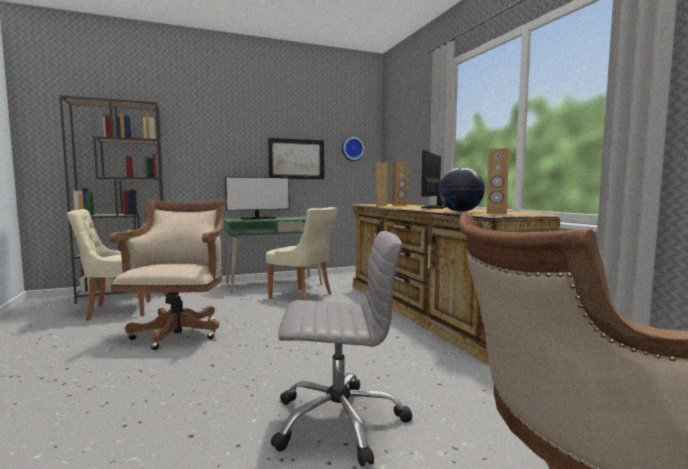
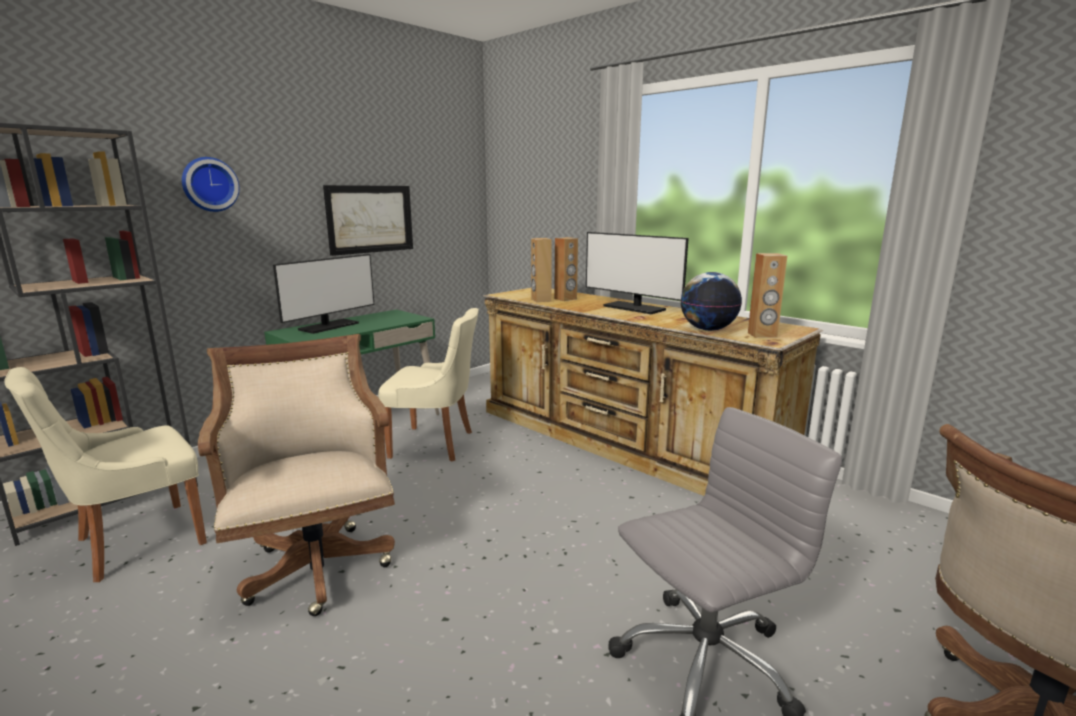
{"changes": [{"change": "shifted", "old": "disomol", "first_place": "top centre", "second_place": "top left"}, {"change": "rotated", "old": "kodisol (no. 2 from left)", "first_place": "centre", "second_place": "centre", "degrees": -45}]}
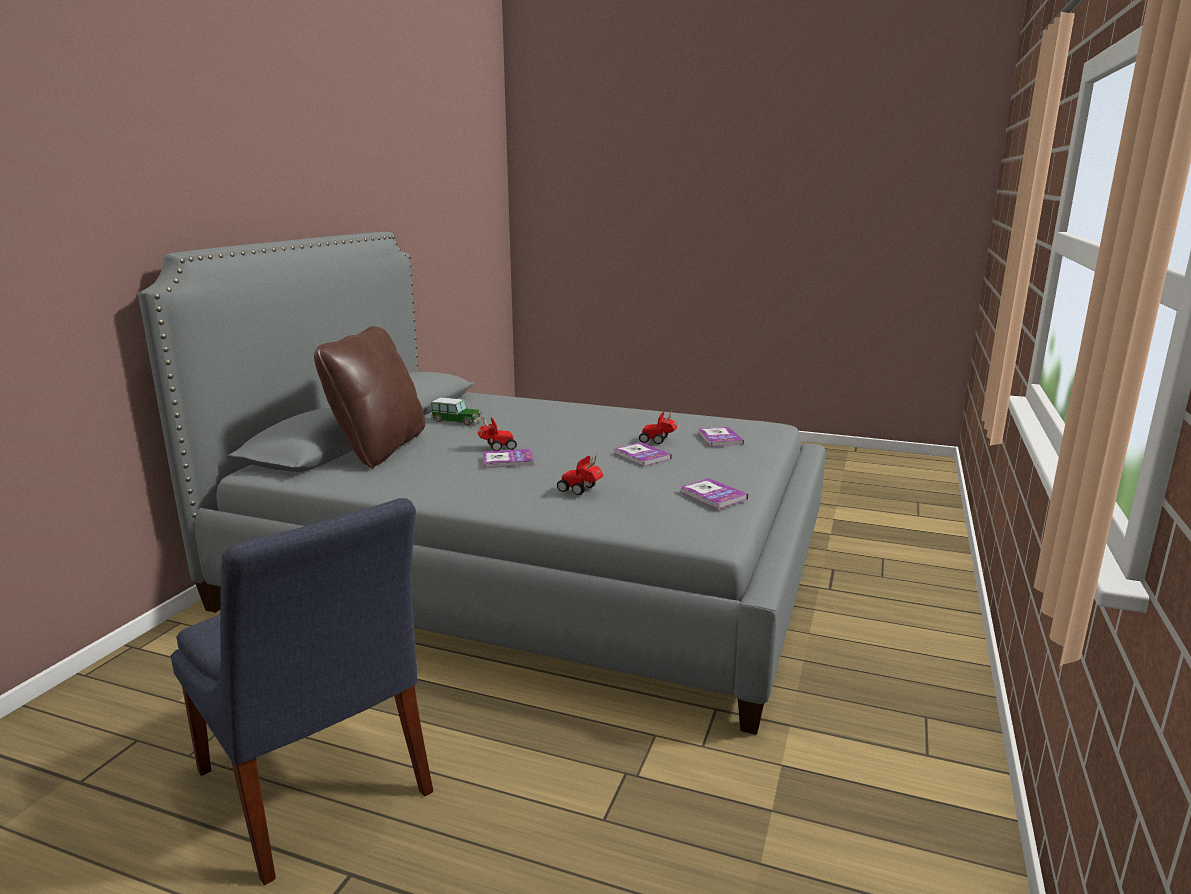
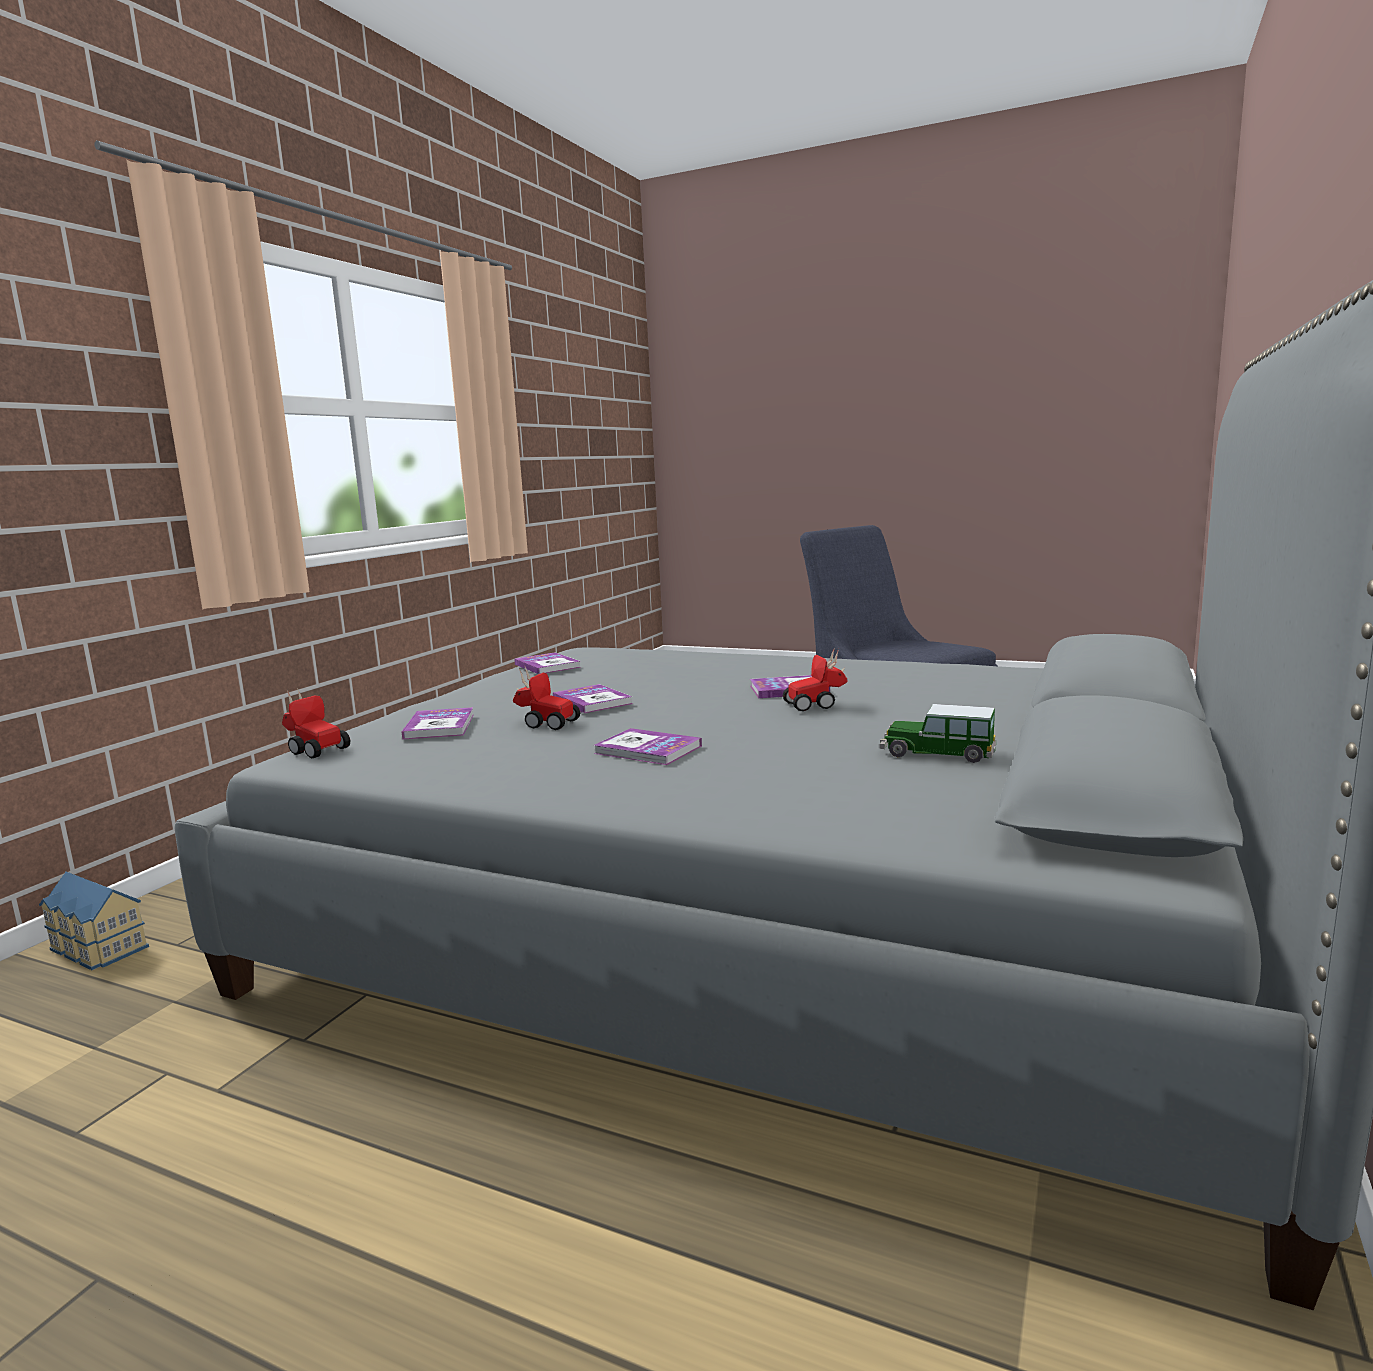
{"changes": [{"change": "gone", "old": "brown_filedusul", "first_place": "middle left"}, {"change": "shifted", "old": "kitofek (no. 3 from left in the first image)", "new": "kitofek (no. 1 from left)", "first_place": "centre", "second_place": "middle left"}, {"change": "new", "new": "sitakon", "second_place": "bottom left"}, {"change": "new", "new": "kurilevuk (no. 4 from left)", "second_place": "centre"}]}
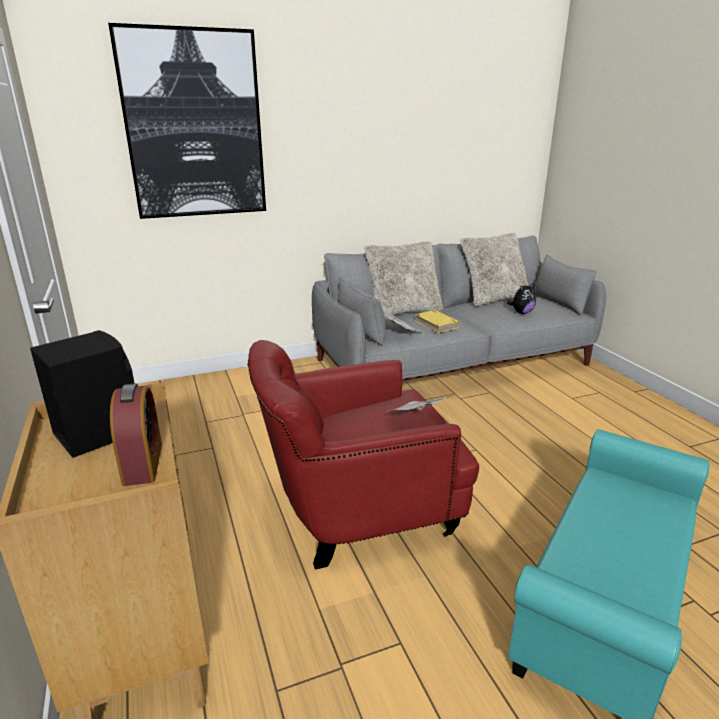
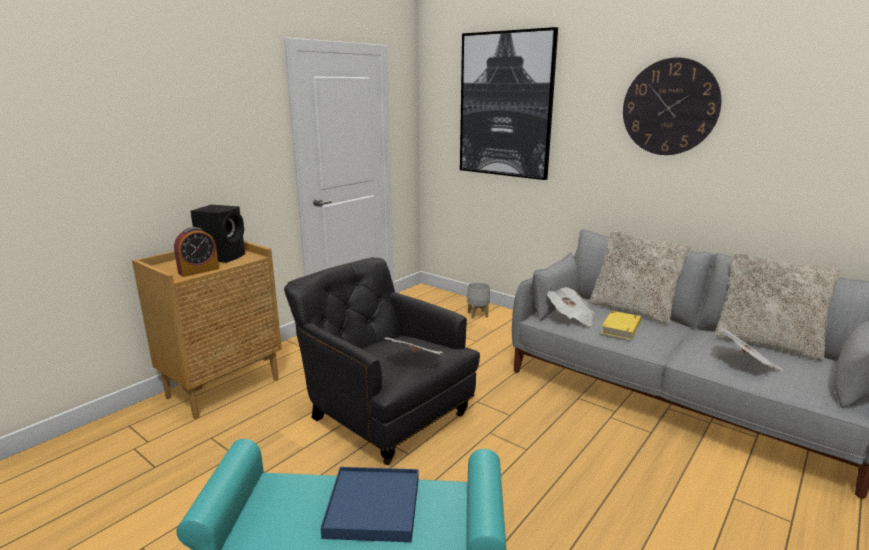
{"changes": [{"change": "repainted", "old": "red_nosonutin", "new": "black_nosonutin", "first_place": "centre", "second_place": "centre"}, {"change": "swapped", "old": "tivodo", "new": "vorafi (no. 3 from left)", "first_place": "middle right", "second_place": "middle right"}, {"change": "new", "new": "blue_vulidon", "second_place": "bottom centre"}, {"change": "new", "new": "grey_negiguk", "second_place": "centre"}, {"change": "new", "new": "disomol", "second_place": "top right"}]}
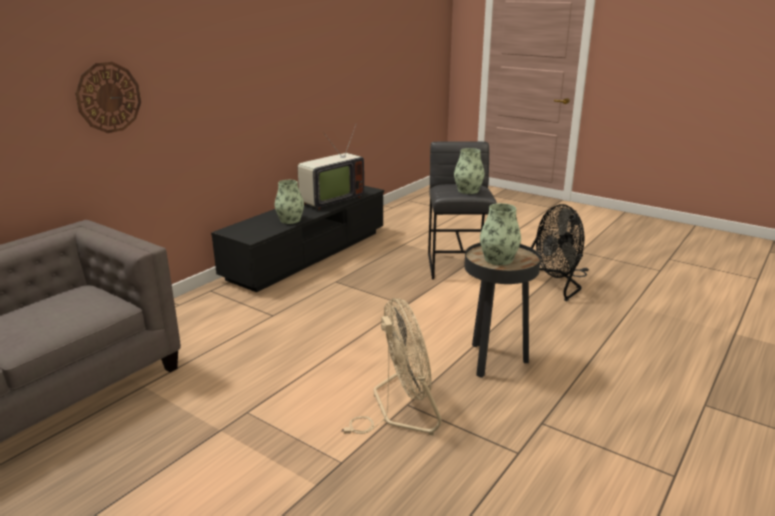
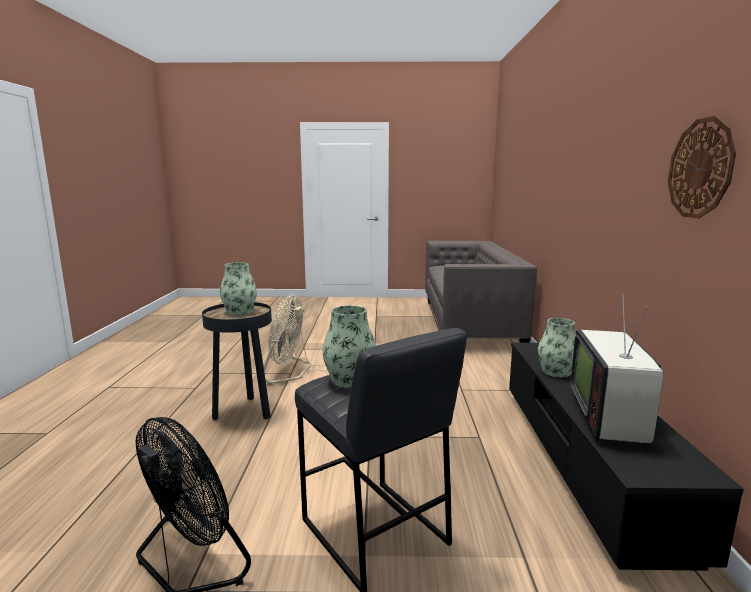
{"changes": [{"change": "shifted", "old": "disomol", "first_place": "top left", "second_place": "top right"}, {"change": "rotated", "old": "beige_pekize", "first_place": "bottom centre", "second_place": "centre", "degrees": 60}]}
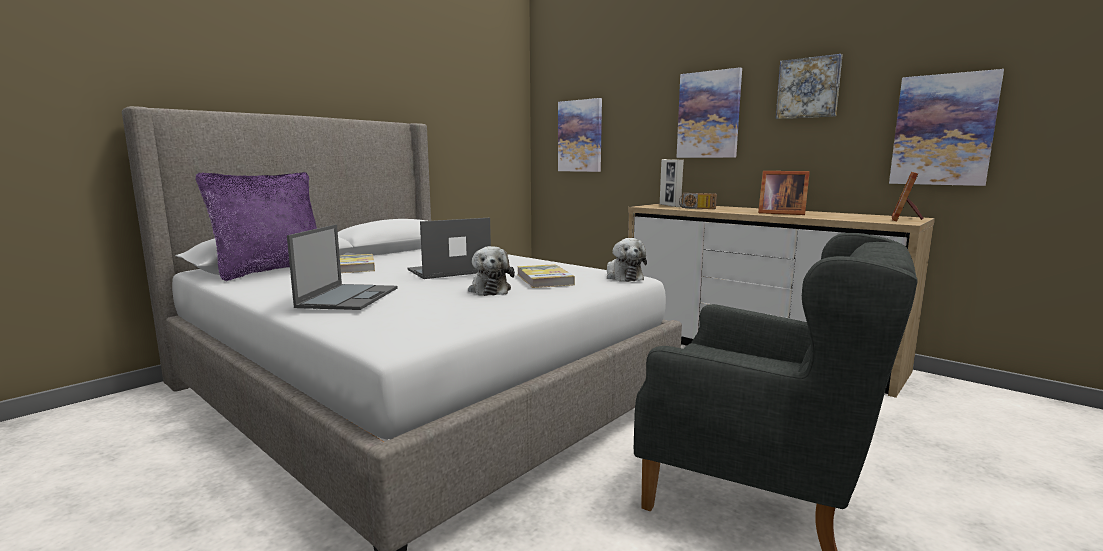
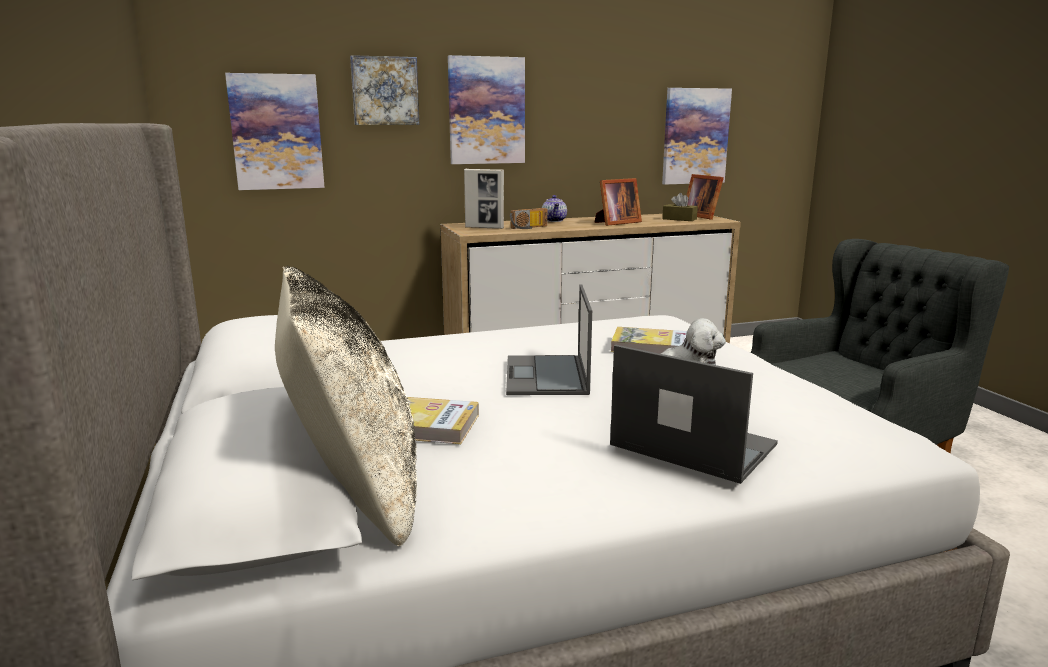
{"changes": [{"change": "repainted", "old": "purple_filedusul", "new": "beige_filedusul", "first_place": "middle left", "second_place": "middle left"}, {"change": "gone", "old": "tivodo (no. 2 from left)", "first_place": "centre"}, {"change": "shifted", "old": "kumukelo (no. 3 from left in the first image)", "new": "kumukelo (no. 2 from left)", "first_place": "top right", "second_place": "top centre"}, {"change": "new", "new": "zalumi", "second_place": "top centre"}, {"change": "new", "new": "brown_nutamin", "second_place": "top centre"}]}
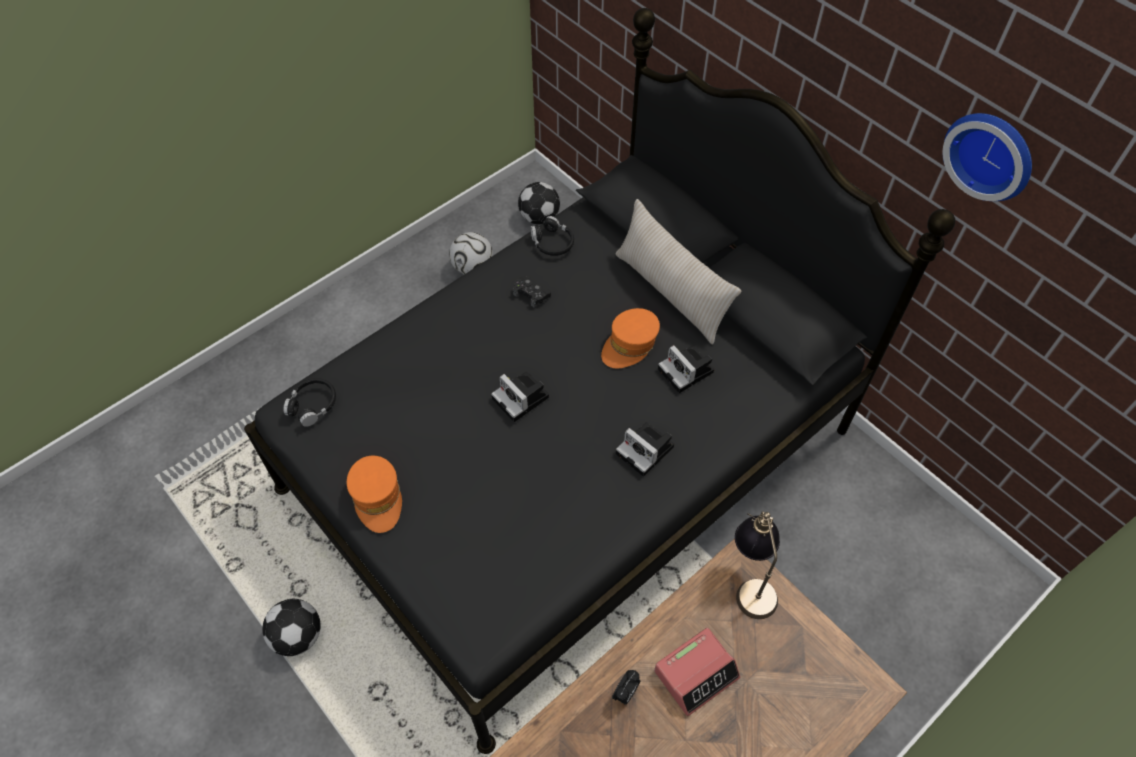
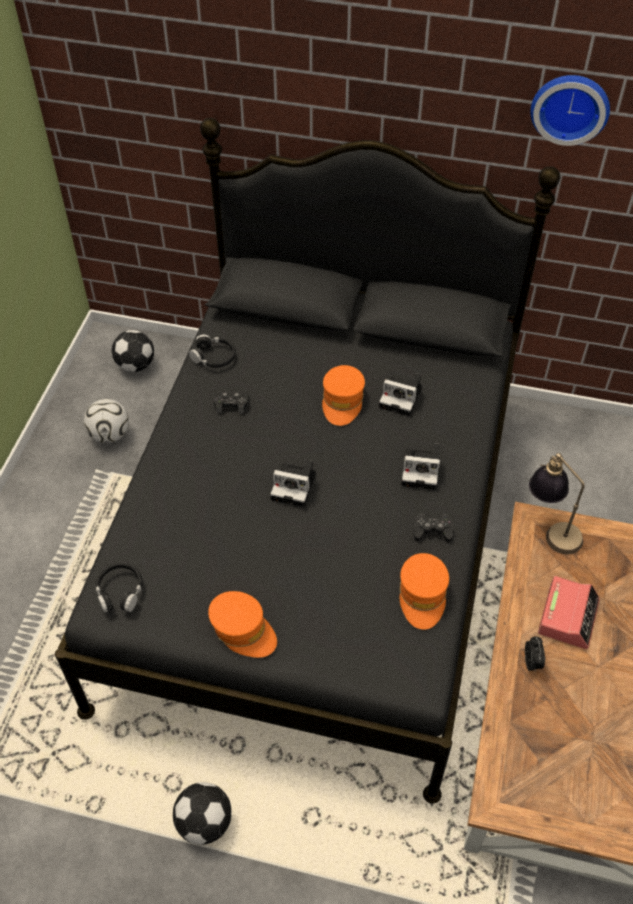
{"changes": [{"change": "gone", "old": "beige_filedusul", "first_place": "centre"}, {"change": "new", "new": "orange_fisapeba (no. 3 from left)", "second_place": "middle right"}, {"change": "new", "new": "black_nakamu (no. 2 from left)", "second_place": "middle right"}]}
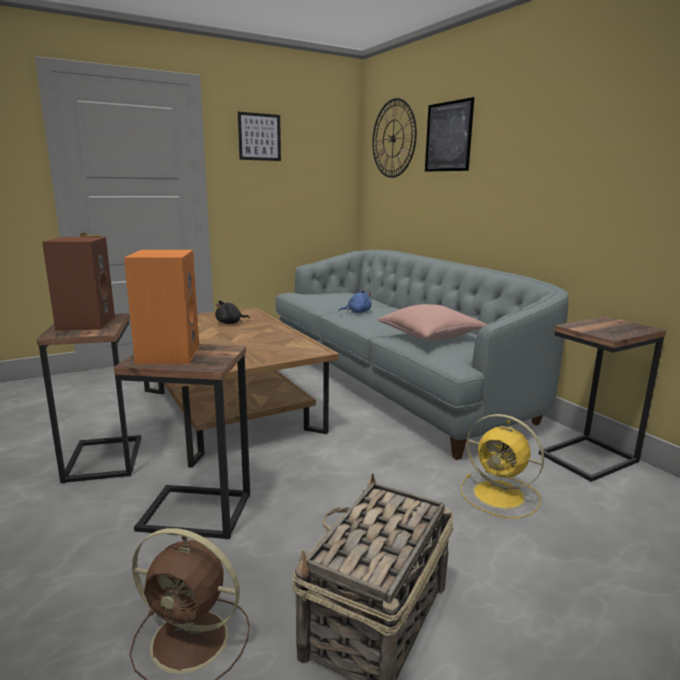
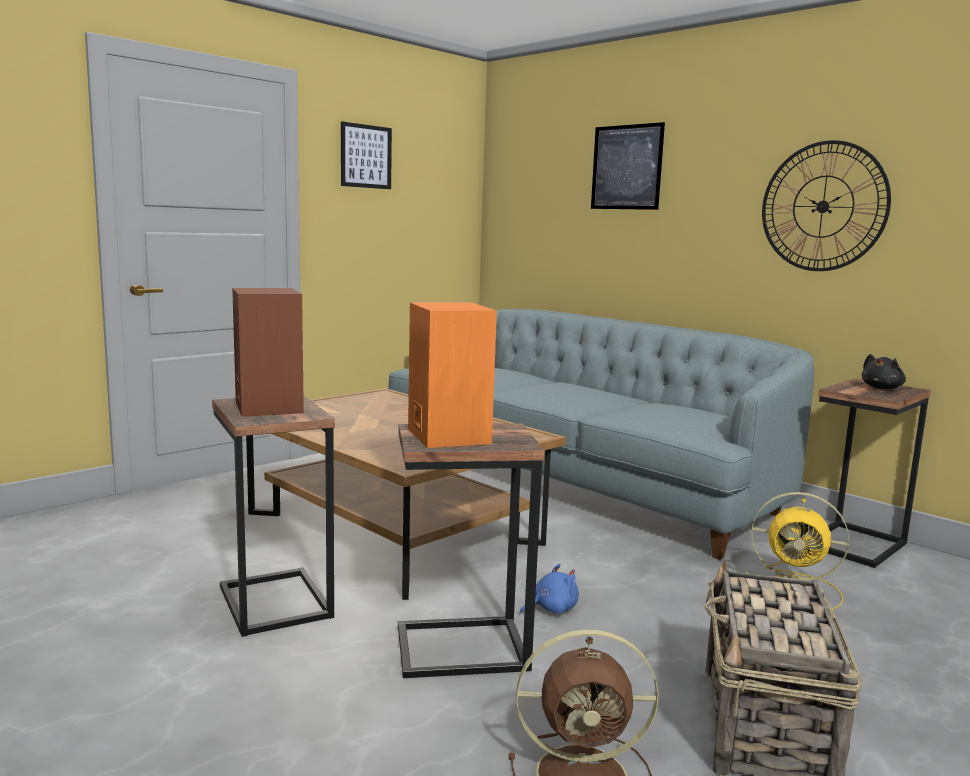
{"changes": [{"change": "shifted", "old": "black_tivodo", "first_place": "centre", "second_place": "middle right"}, {"change": "shifted", "old": "blue_tivodo", "first_place": "centre", "second_place": "bottom centre"}, {"change": "shifted", "old": "disomol", "first_place": "top centre", "second_place": "top right"}, {"change": "gone", "old": "pink_filedusul", "first_place": "centre"}]}
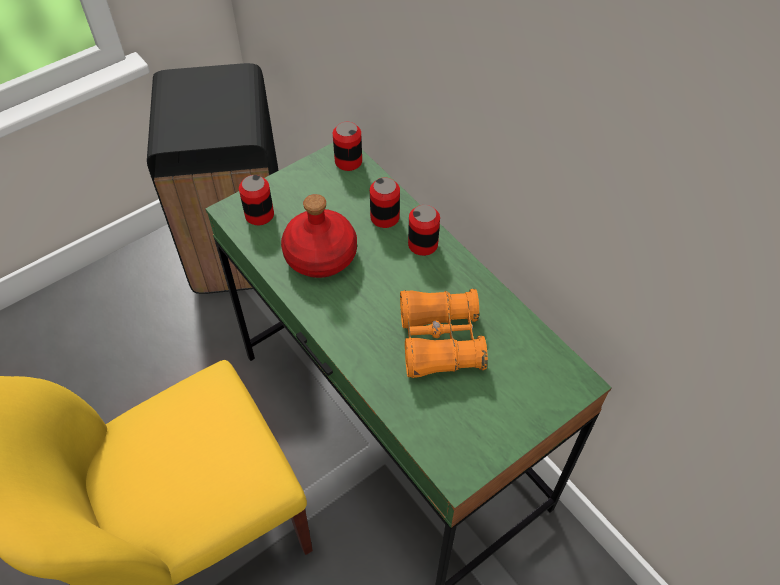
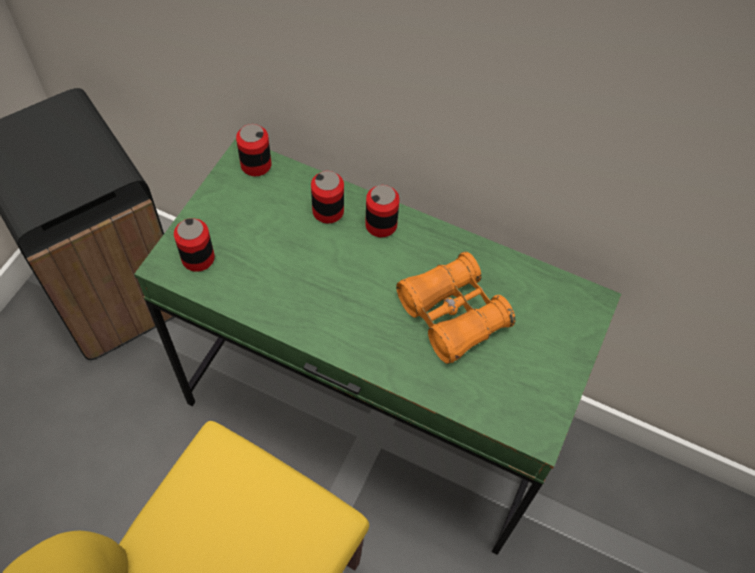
{"changes": [{"change": "gone", "old": "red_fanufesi", "first_place": "centre"}]}
